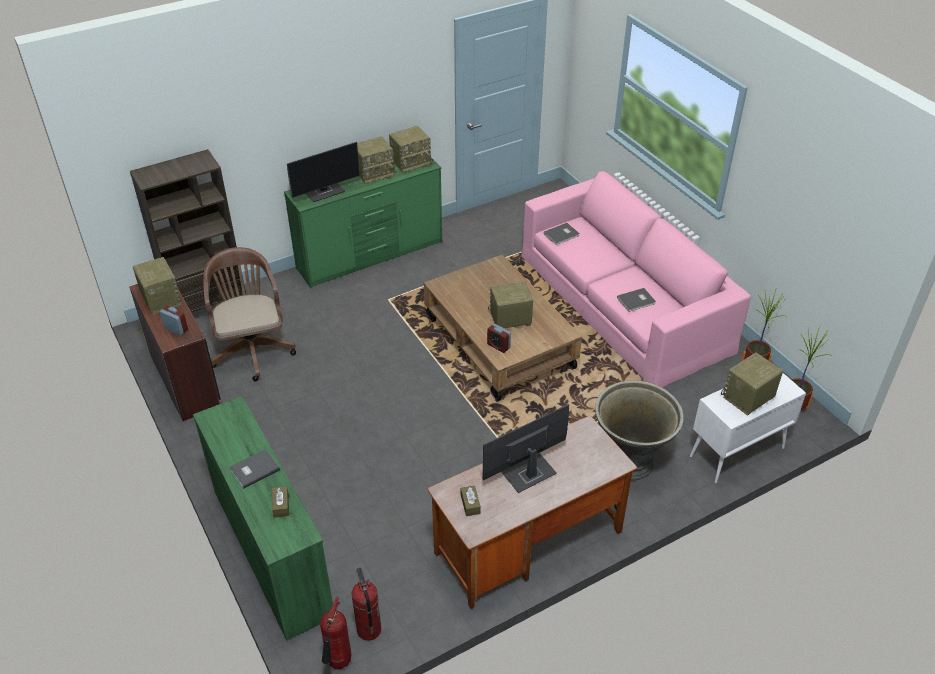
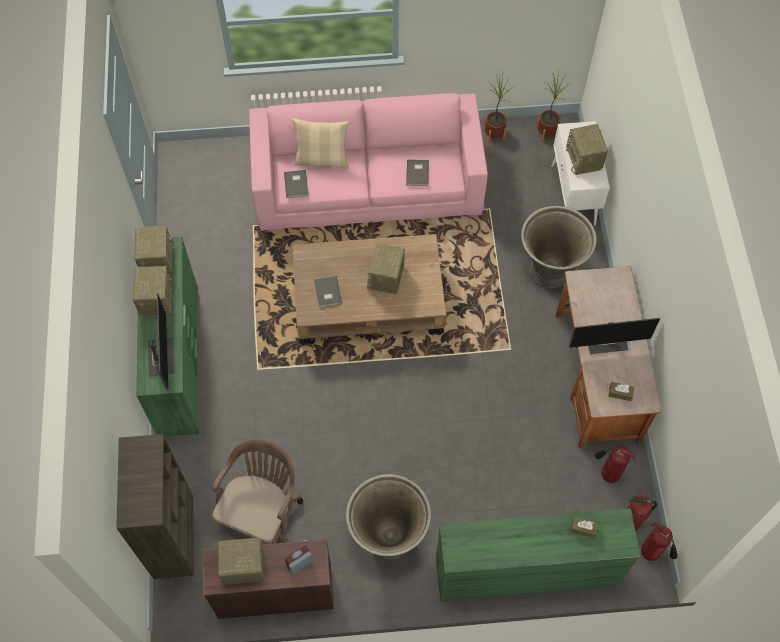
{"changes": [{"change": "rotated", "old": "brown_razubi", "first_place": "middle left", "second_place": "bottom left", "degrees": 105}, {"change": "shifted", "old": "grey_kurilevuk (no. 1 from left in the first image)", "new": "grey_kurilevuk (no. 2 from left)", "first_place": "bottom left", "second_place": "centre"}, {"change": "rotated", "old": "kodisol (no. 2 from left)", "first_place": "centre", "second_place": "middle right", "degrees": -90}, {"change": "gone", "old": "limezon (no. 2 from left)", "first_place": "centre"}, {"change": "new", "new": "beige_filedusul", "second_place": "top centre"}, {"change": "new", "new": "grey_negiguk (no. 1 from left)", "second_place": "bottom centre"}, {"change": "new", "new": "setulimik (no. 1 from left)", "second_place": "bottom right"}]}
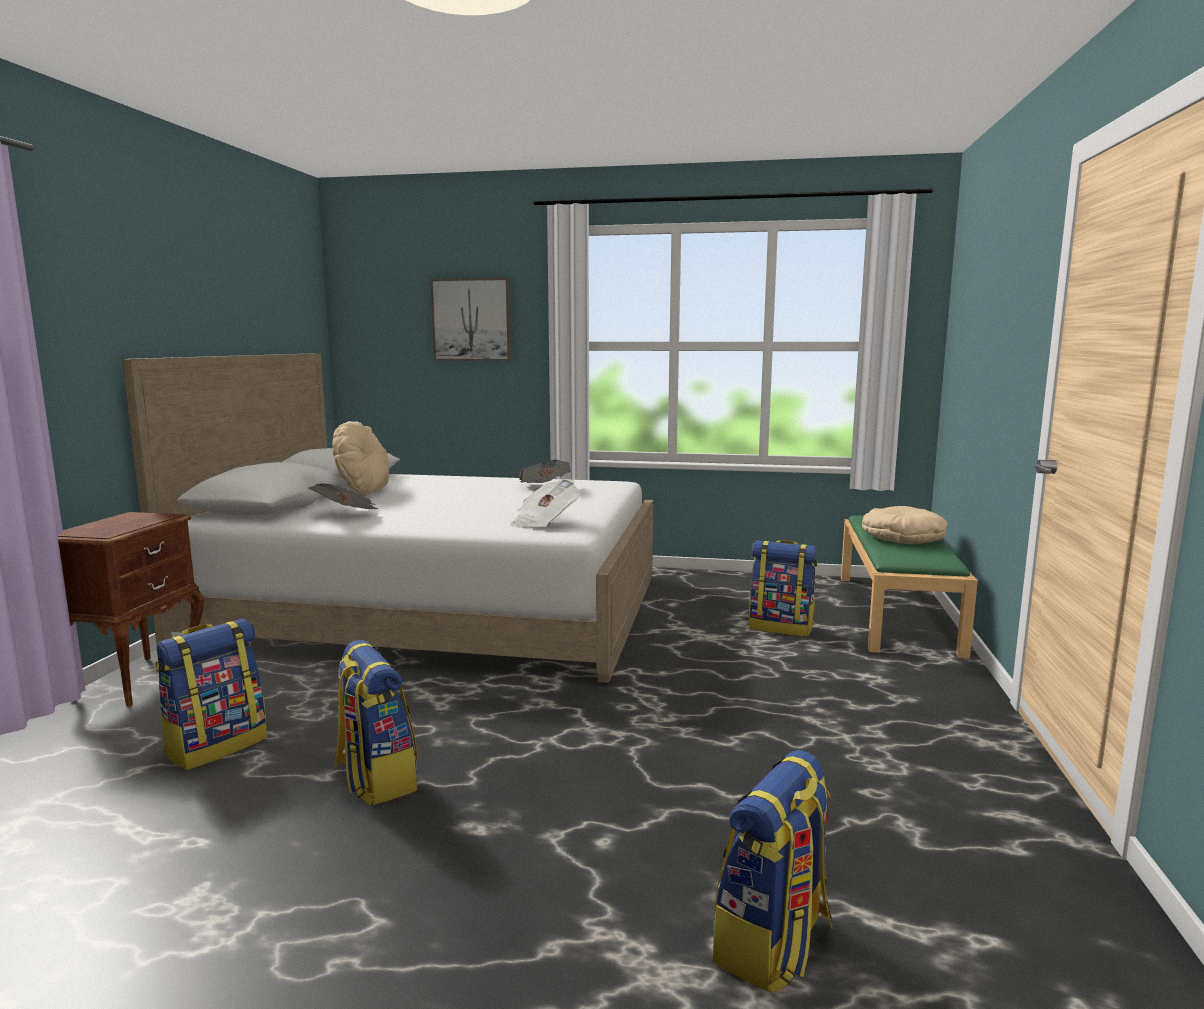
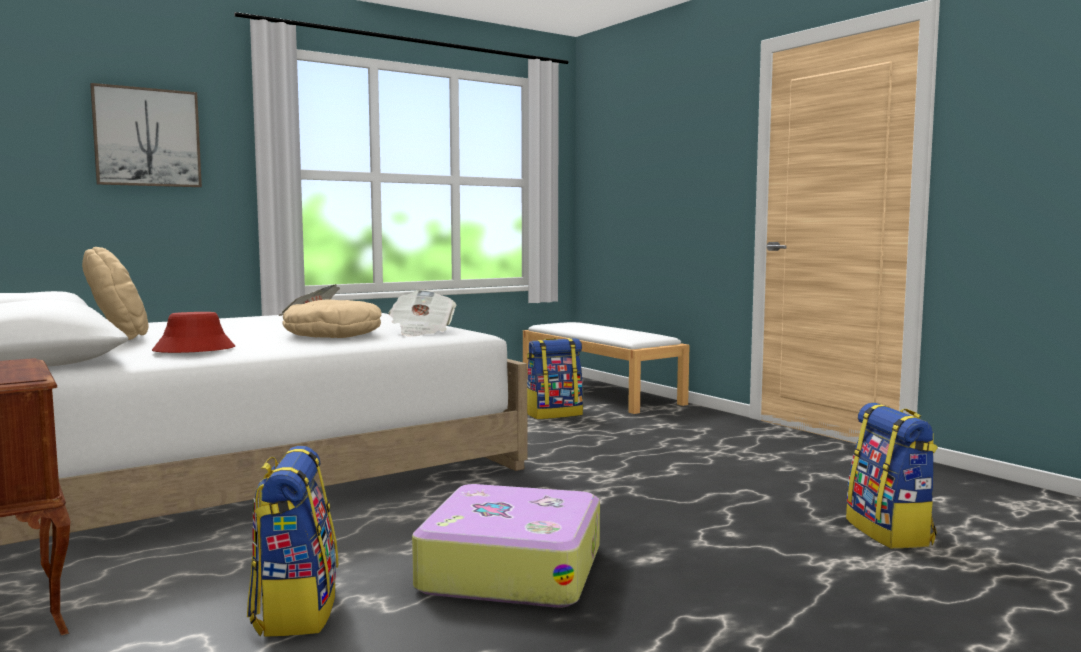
{"changes": [{"change": "swapped", "old": "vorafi (no. 1 from left)", "new": "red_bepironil", "first_place": "middle left", "second_place": "middle left"}, {"change": "swapped", "old": "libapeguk (no. 2 from left)", "new": "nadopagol", "first_place": "bottom left", "second_place": "bottom centre"}, {"change": "repainted", "old": "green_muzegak", "new": "white_muzegak", "first_place": "middle right", "second_place": "centre"}, {"change": "shifted", "old": "beige_filedusul (no. 2 from left)", "first_place": "middle right", "second_place": "middle left"}]}
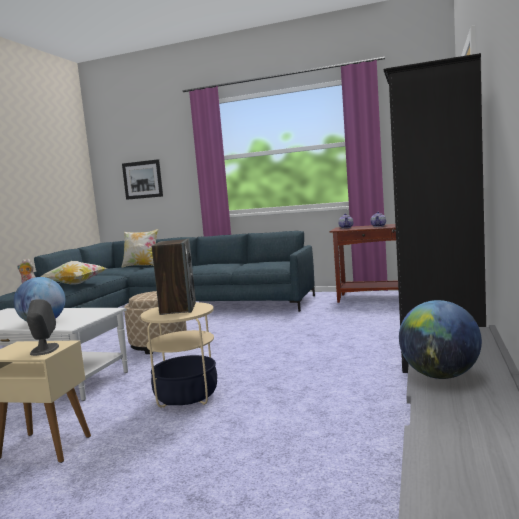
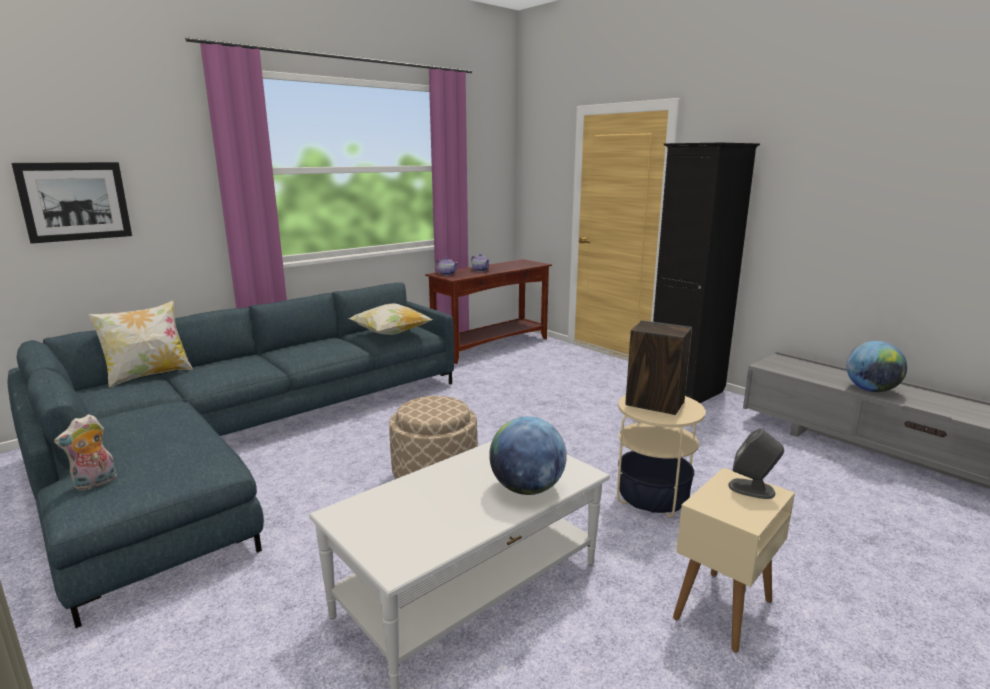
{"changes": [{"change": "shifted", "old": "filedusul (no. 1 from left in the first image)", "new": "filedusul (no. 2 from left)", "first_place": "middle left", "second_place": "centre"}]}
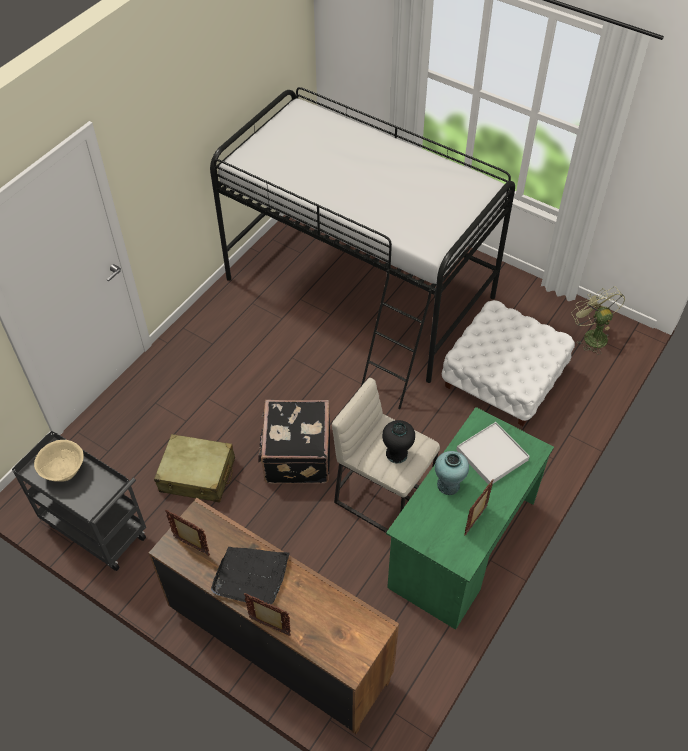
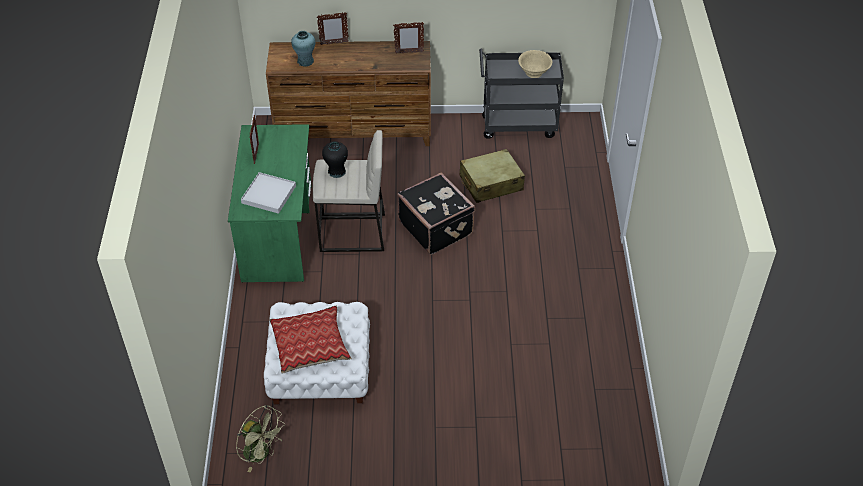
{"changes": [{"change": "gone", "old": "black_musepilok", "first_place": "top centre"}, {"change": "gone", "old": "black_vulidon", "first_place": "bottom centre"}, {"change": "shifted", "old": "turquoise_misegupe", "first_place": "centre", "second_place": "top centre"}, {"change": "new", "new": "filedusul", "second_place": "bottom centre"}]}
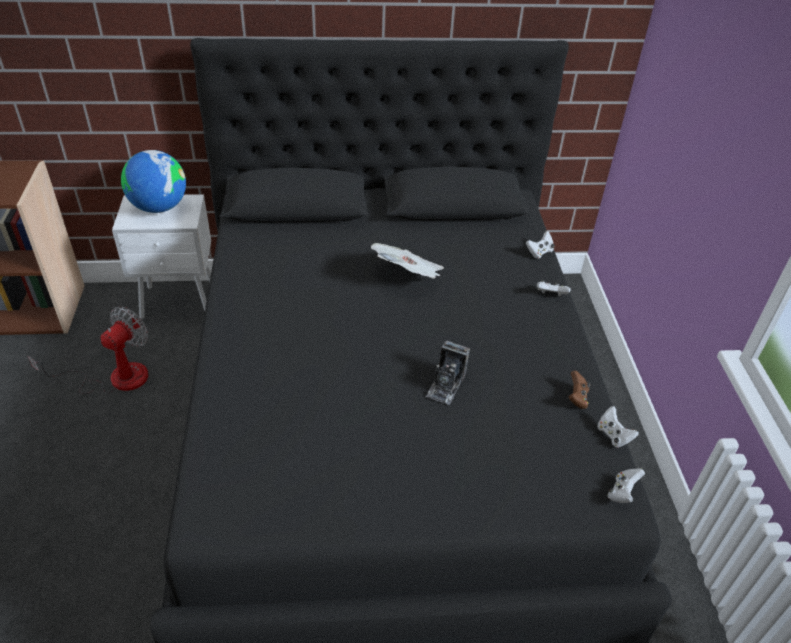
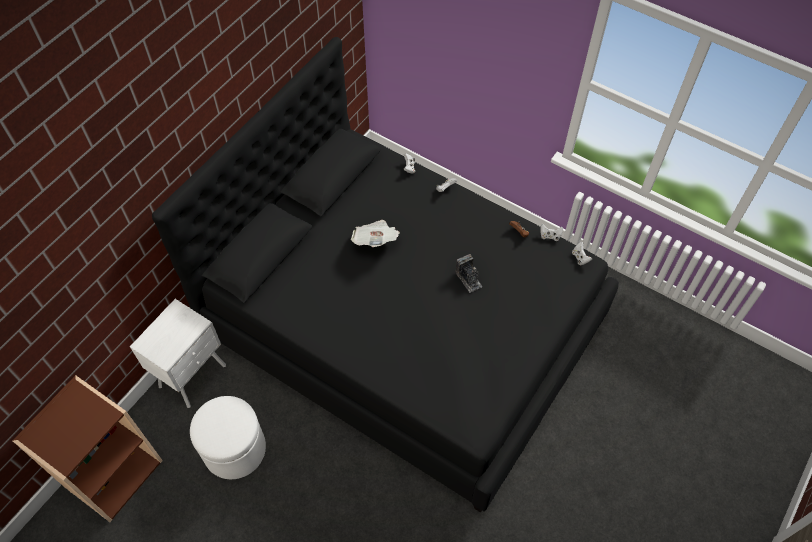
{"changes": [{"change": "swapped", "old": "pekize", "new": "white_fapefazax", "first_place": "middle left", "second_place": "bottom left"}, {"change": "gone", "old": "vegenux", "first_place": "top left"}]}
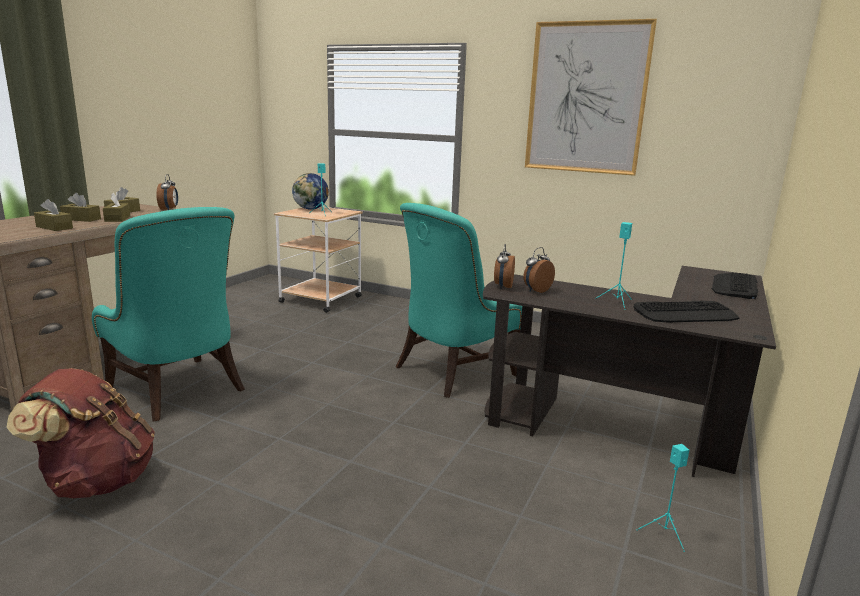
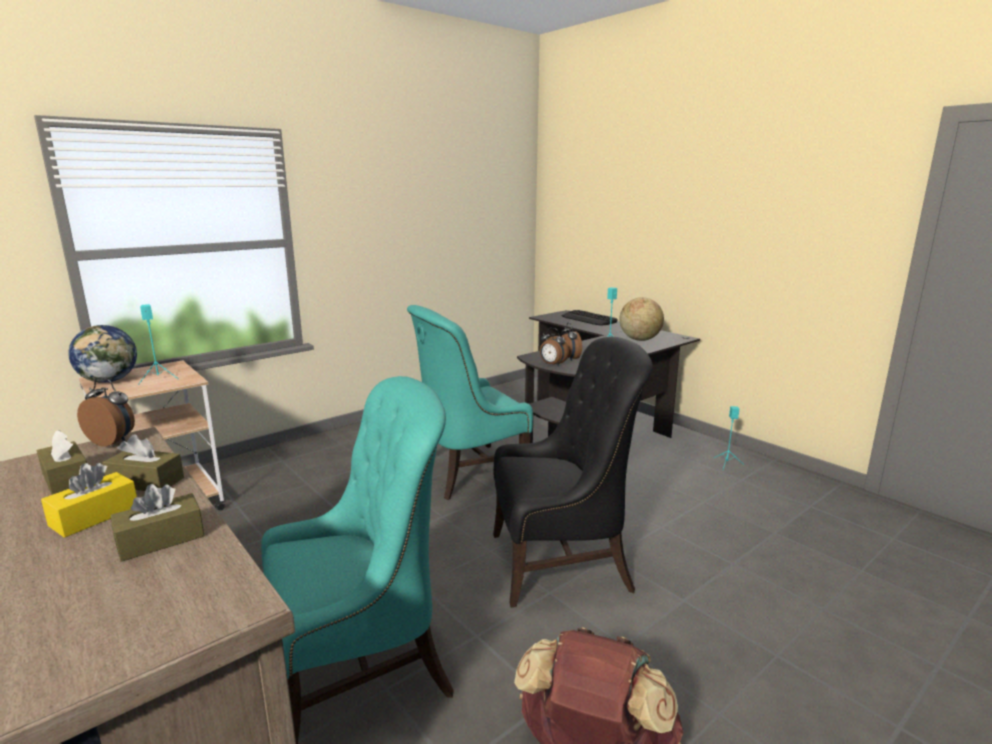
{"changes": [{"change": "repainted", "old": "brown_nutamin (no. 2 from left)", "new": "yellow_nutamin", "first_place": "middle left", "second_place": "bottom left"}, {"change": "rotated", "old": "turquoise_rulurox (no. 2 from left)", "first_place": "centre", "second_place": "centre", "degrees": 75}, {"change": "gone", "old": "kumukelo", "first_place": "top right"}, {"change": "swapped", "old": "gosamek (no. 1 from left)", "new": "vegenux (no. 2 from left)", "first_place": "middle right", "second_place": "centre"}, {"change": "new", "new": "black_rulurox", "second_place": "centre"}]}
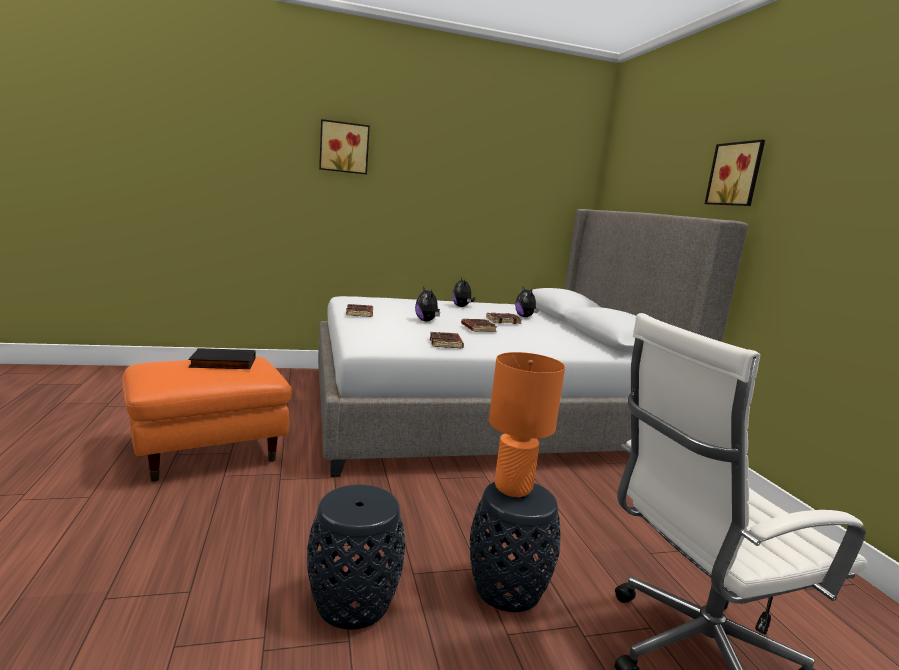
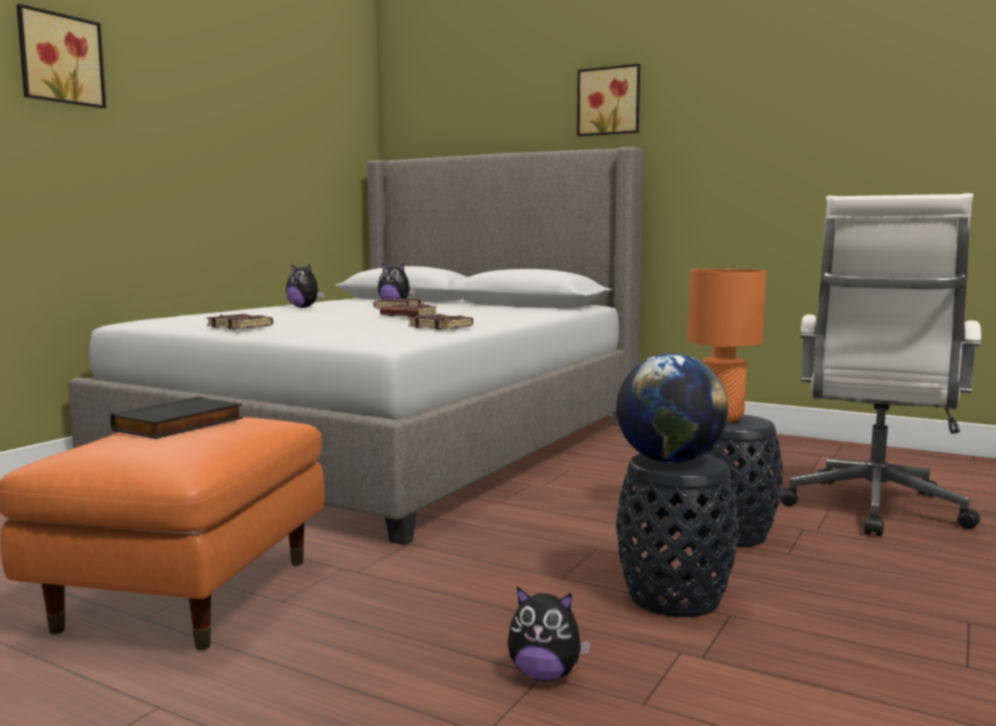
{"changes": [{"change": "shifted", "old": "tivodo (no. 1 from left in the first image)", "new": "tivodo (no. 3 from left)", "first_place": "centre", "second_place": "bottom centre"}, {"change": "new", "new": "vegenux", "second_place": "middle right"}]}
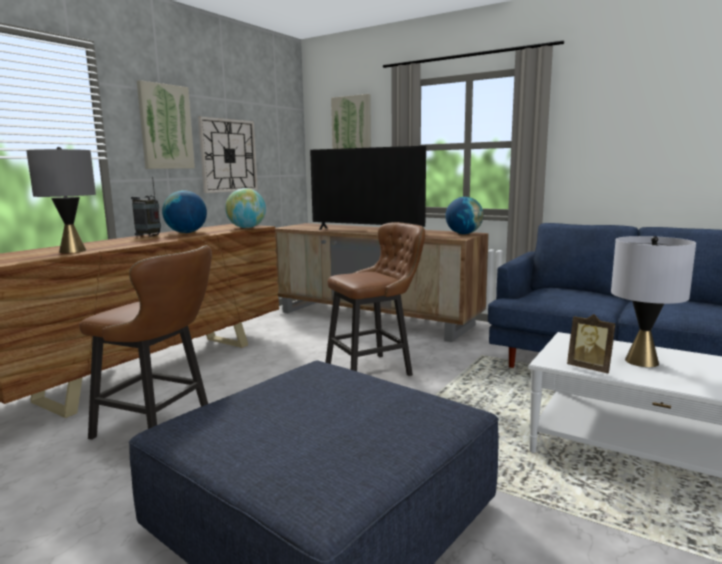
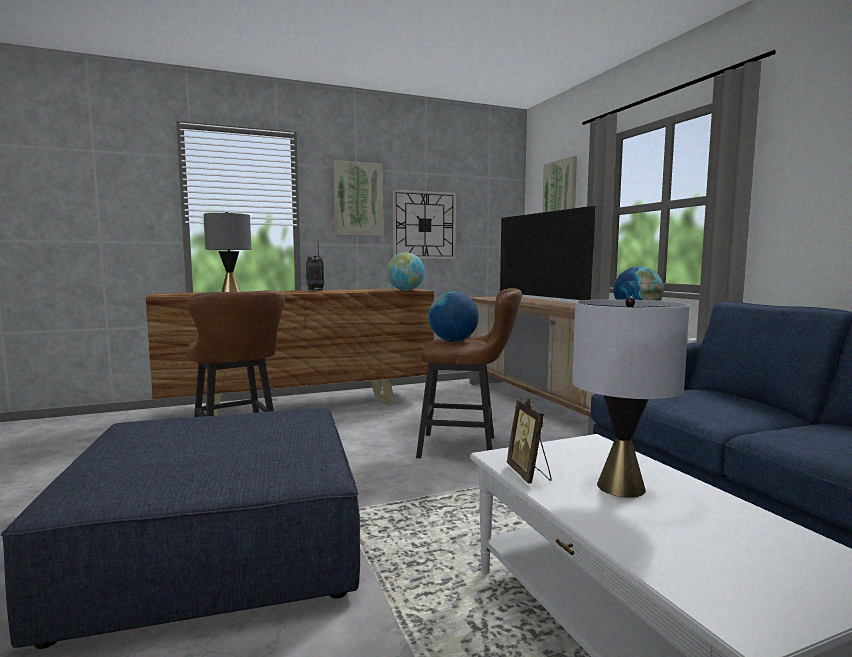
{"changes": [{"change": "shifted", "old": "vegenux (no. 1 from left in the first image)", "new": "vegenux (no. 2 from left)", "first_place": "middle left", "second_place": "centre"}]}
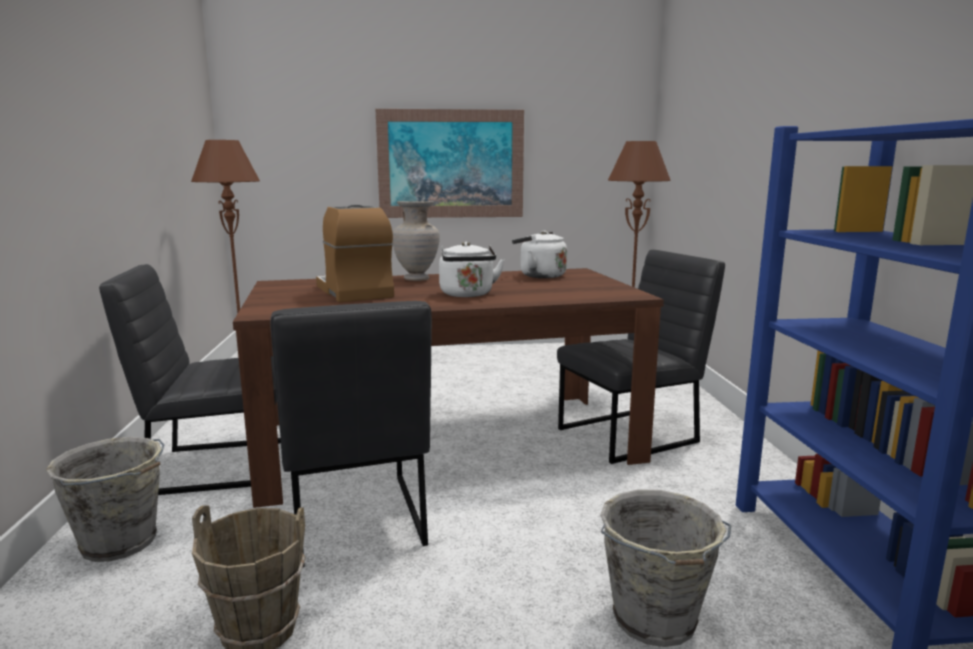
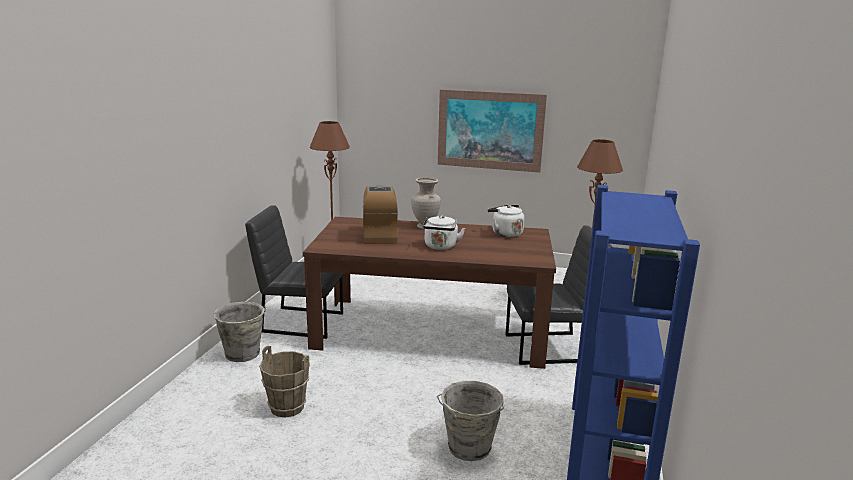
{"changes": [{"change": "gone", "old": "grey_rulurox (no. 2 from left)", "first_place": "bottom centre"}]}
